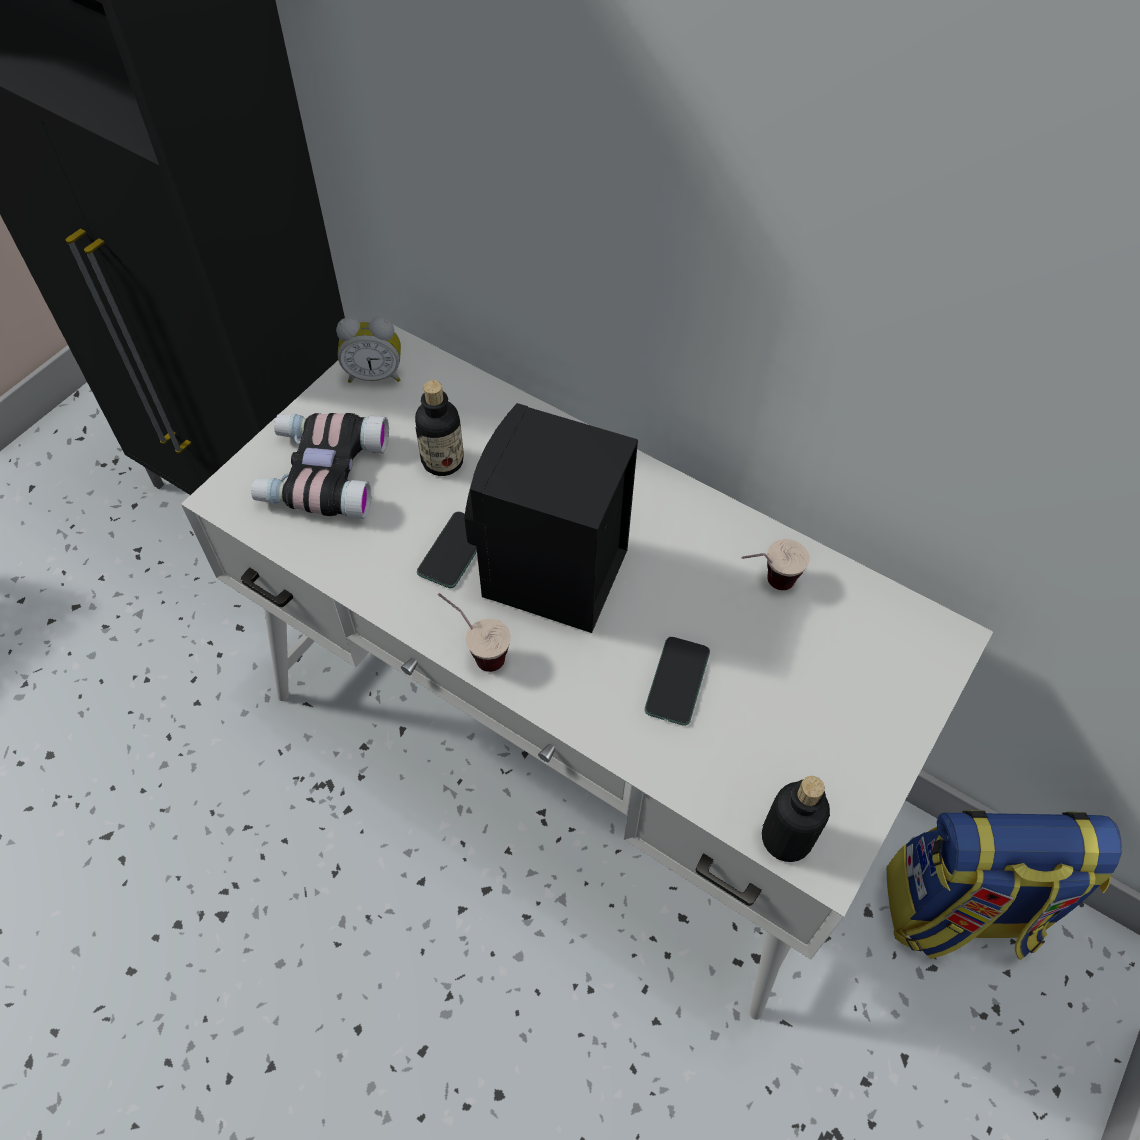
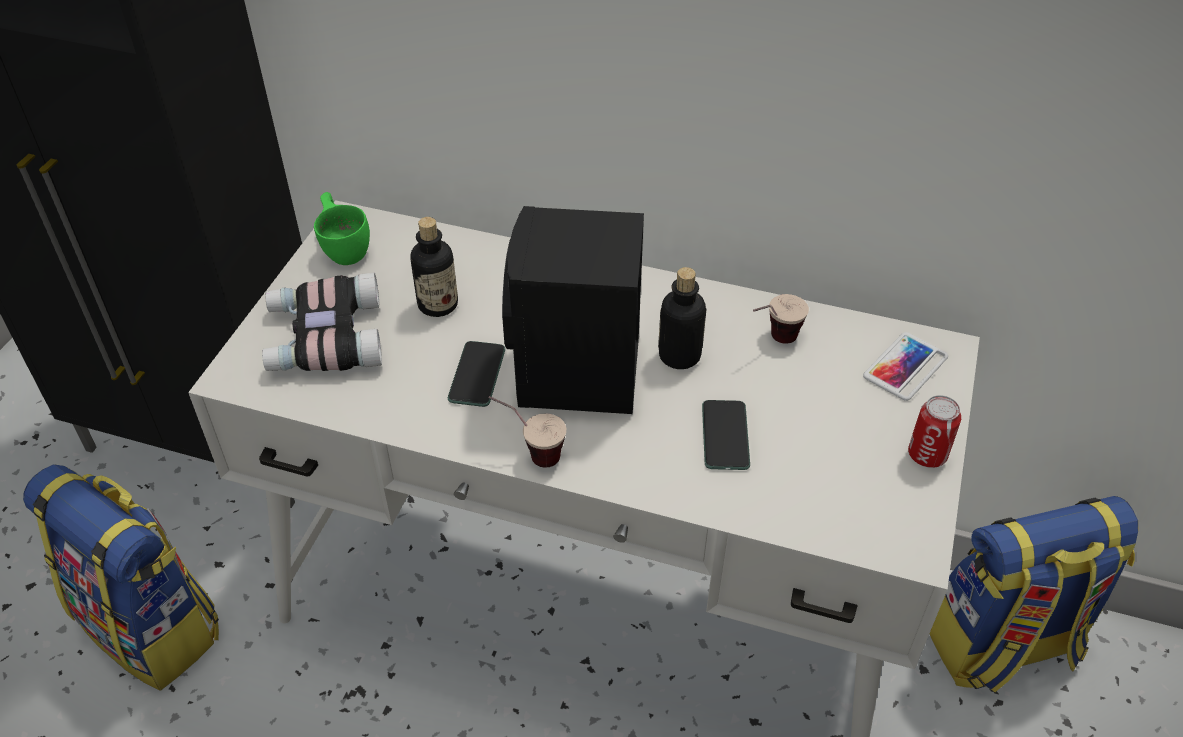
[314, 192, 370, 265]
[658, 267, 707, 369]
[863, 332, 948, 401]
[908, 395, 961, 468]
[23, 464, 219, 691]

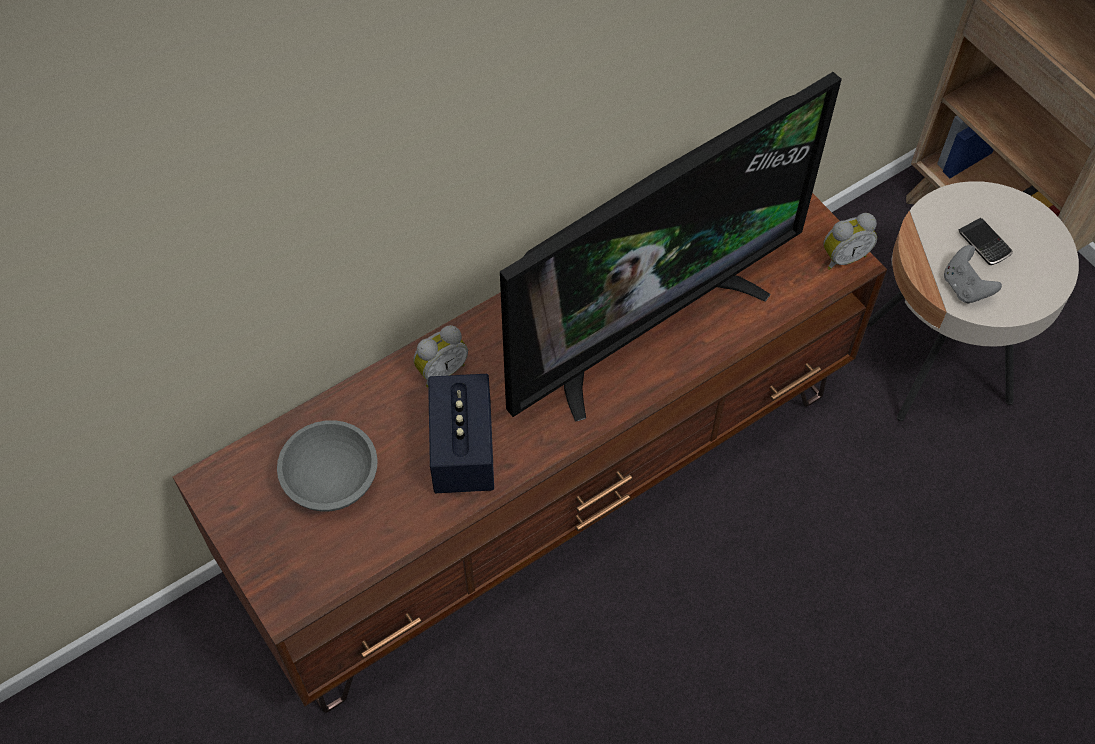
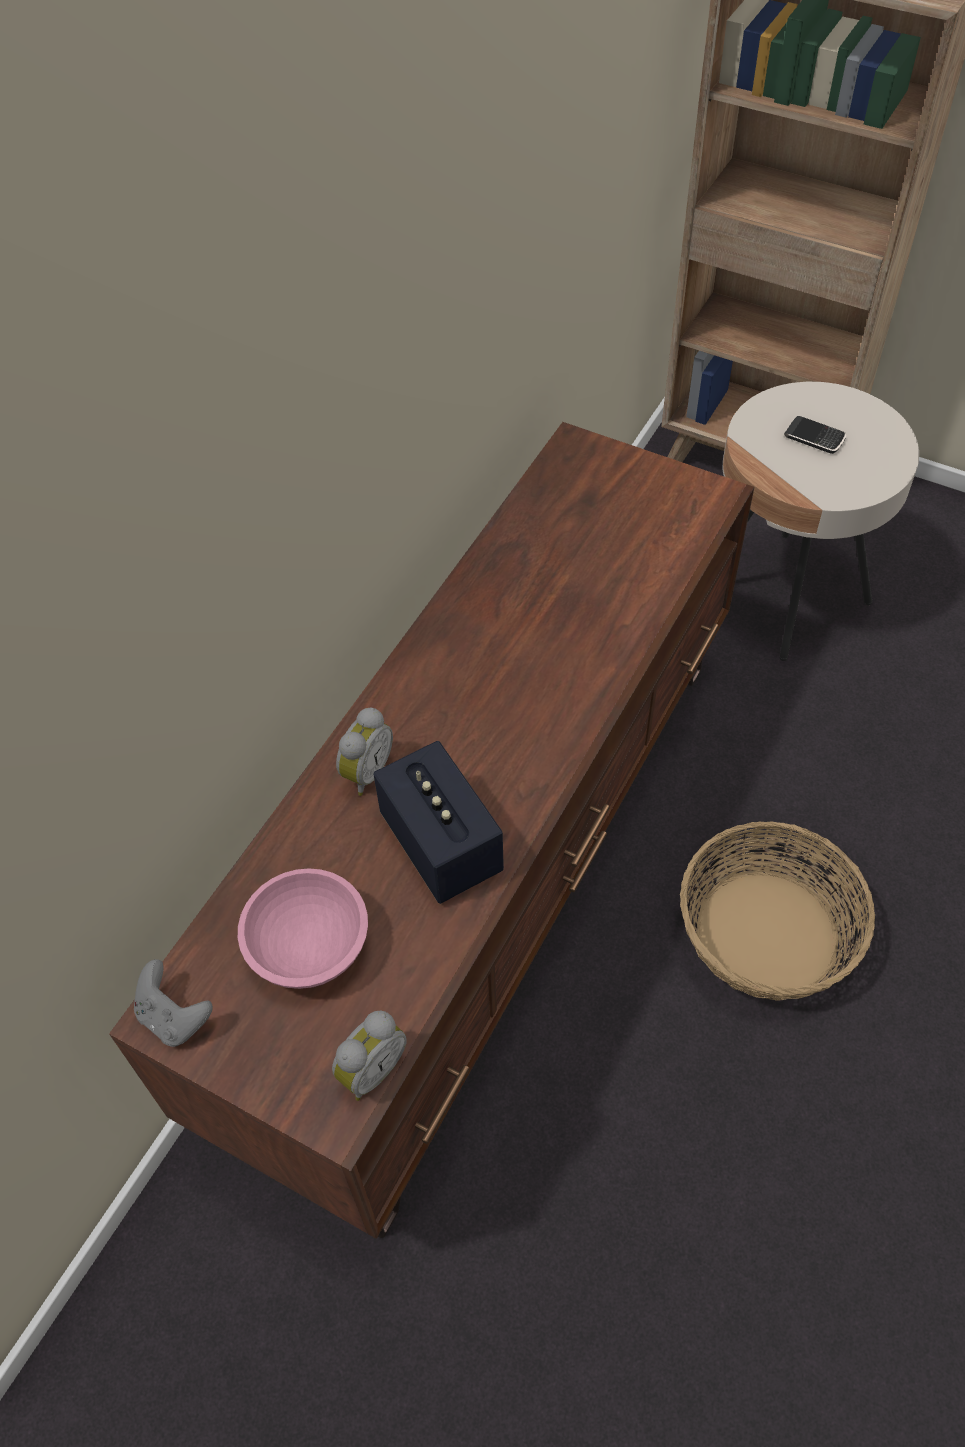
[500, 72, 842, 422] (first image)
[332, 1010, 406, 1101]
[134, 959, 213, 1047]
[238, 868, 368, 989]
[680, 821, 875, 1001]

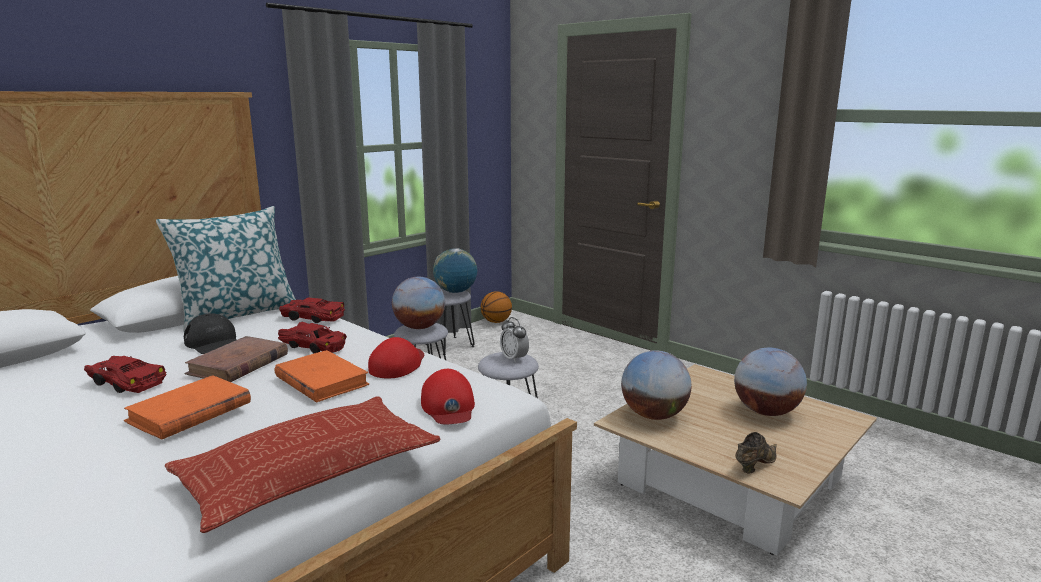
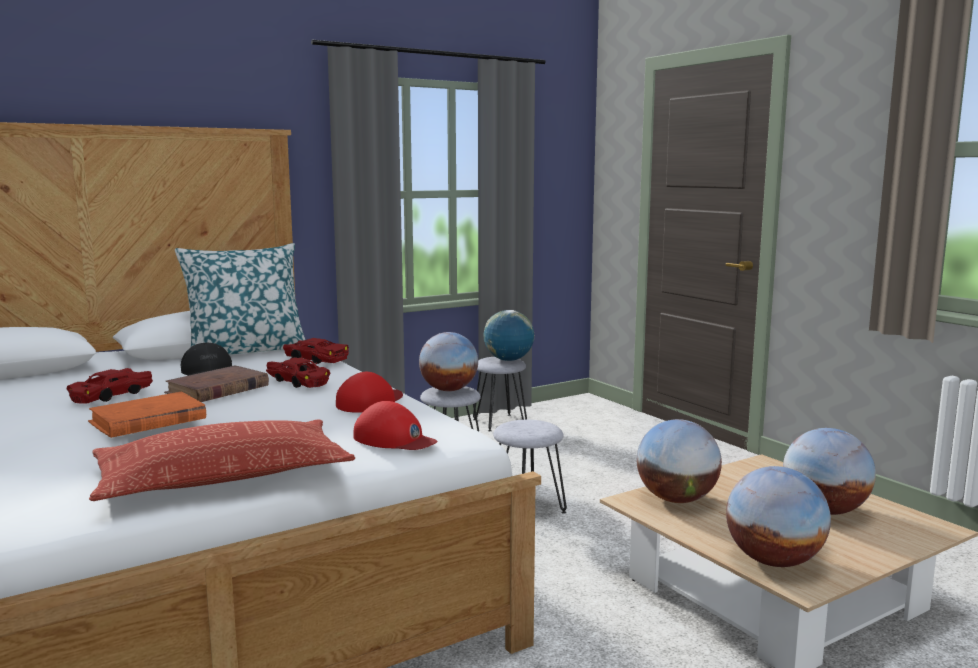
[481, 291, 512, 323] (first image)
[500, 317, 529, 363] (first image)
[275, 350, 369, 403] (first image)
[67, 368, 153, 403]
[353, 401, 438, 450]
[726, 466, 831, 567]

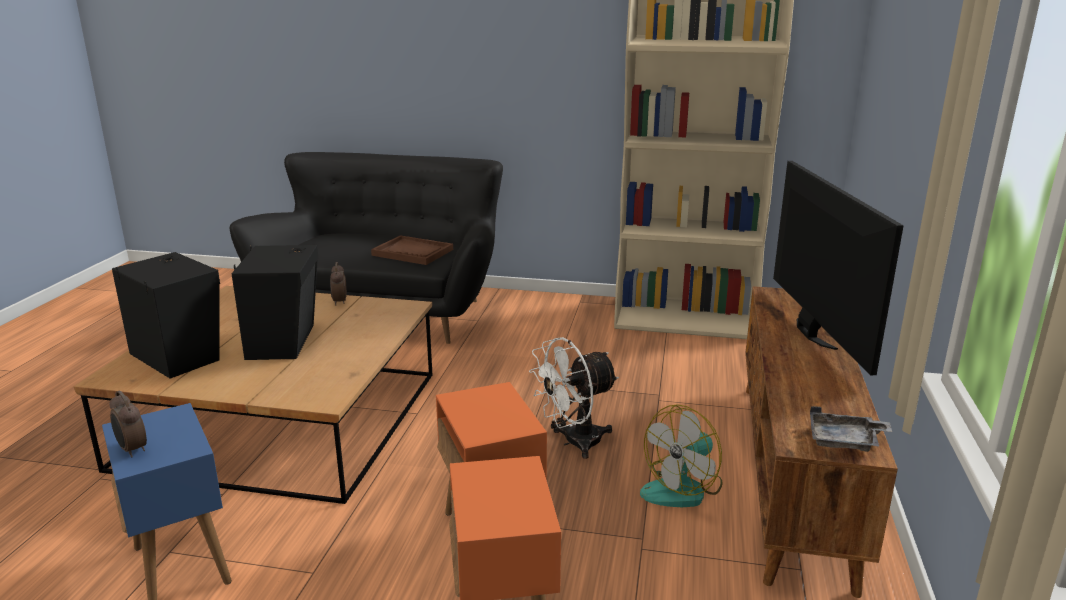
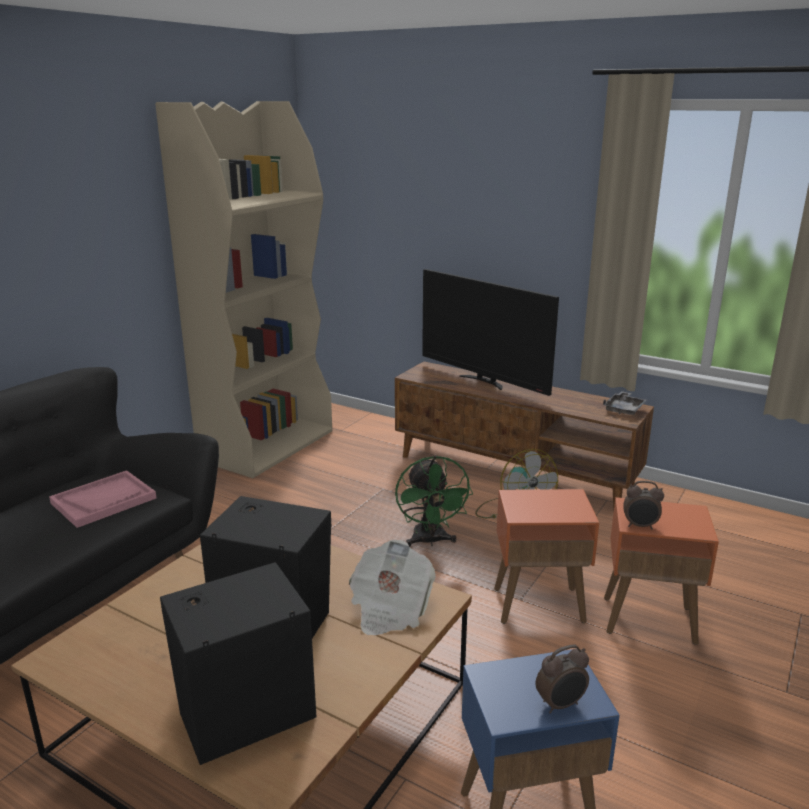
[422, 269, 559, 396]
[49, 470, 156, 528]
[624, 481, 664, 529]
[395, 456, 473, 547]
[349, 540, 436, 635]

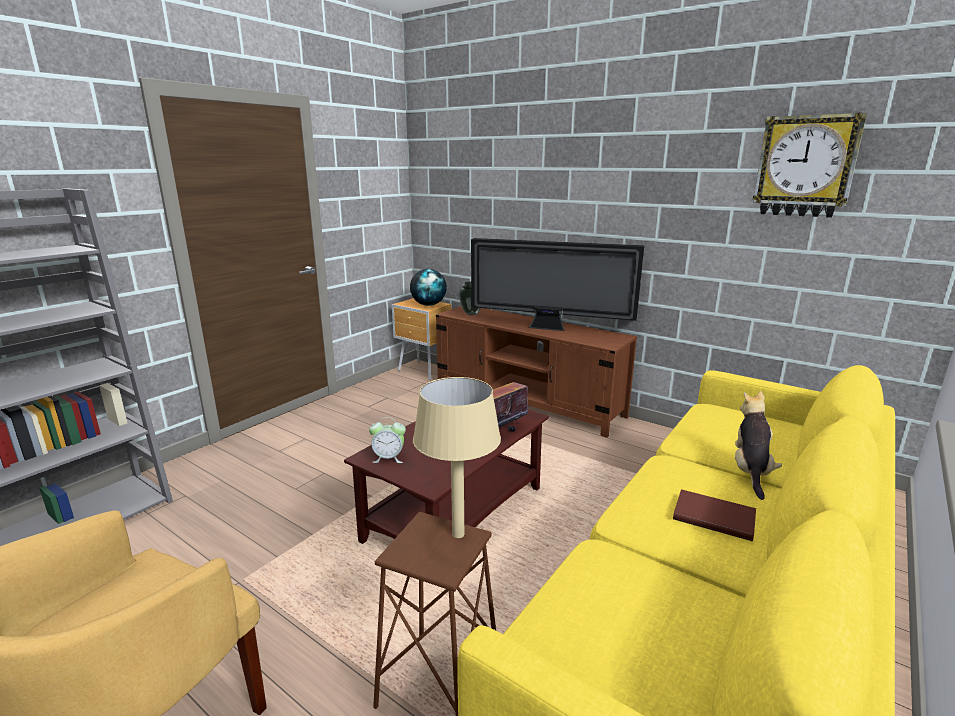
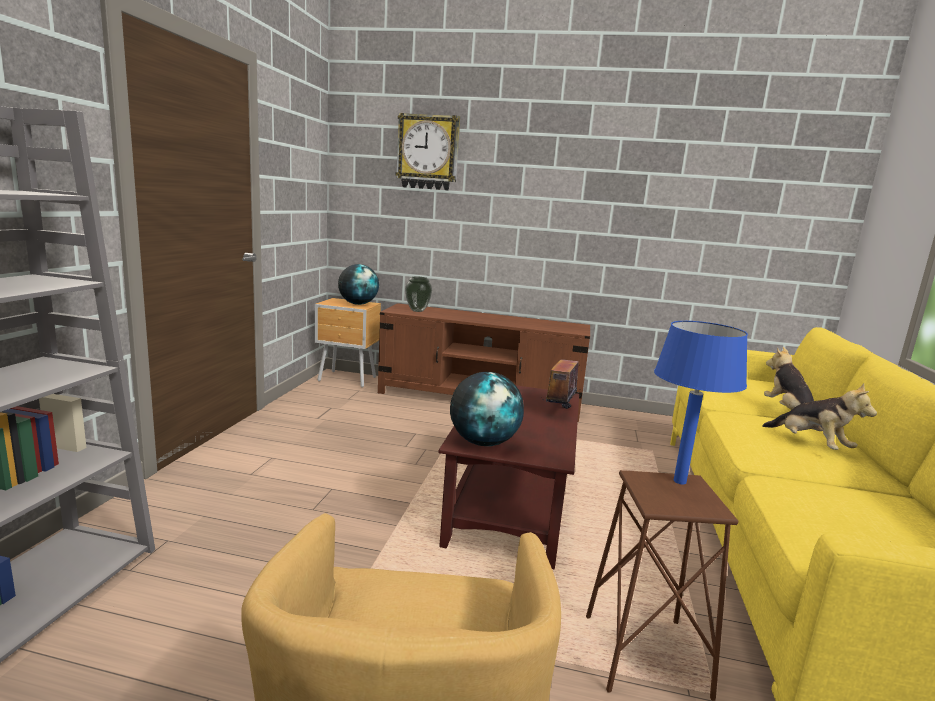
[396, 113, 460, 190]
[471, 238, 644, 331] (first image)
[654, 321, 748, 484]
[450, 372, 524, 446]
[762, 383, 877, 450]

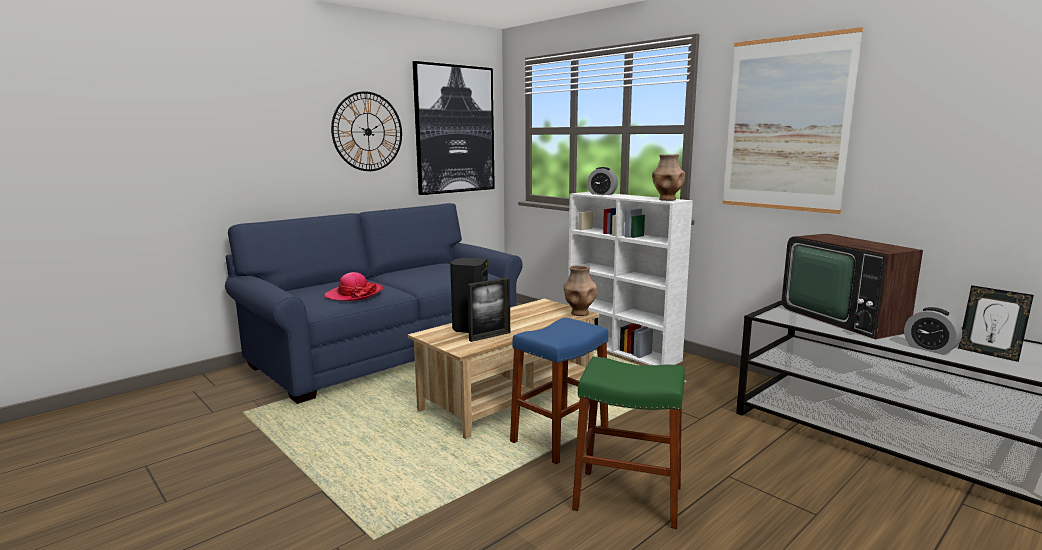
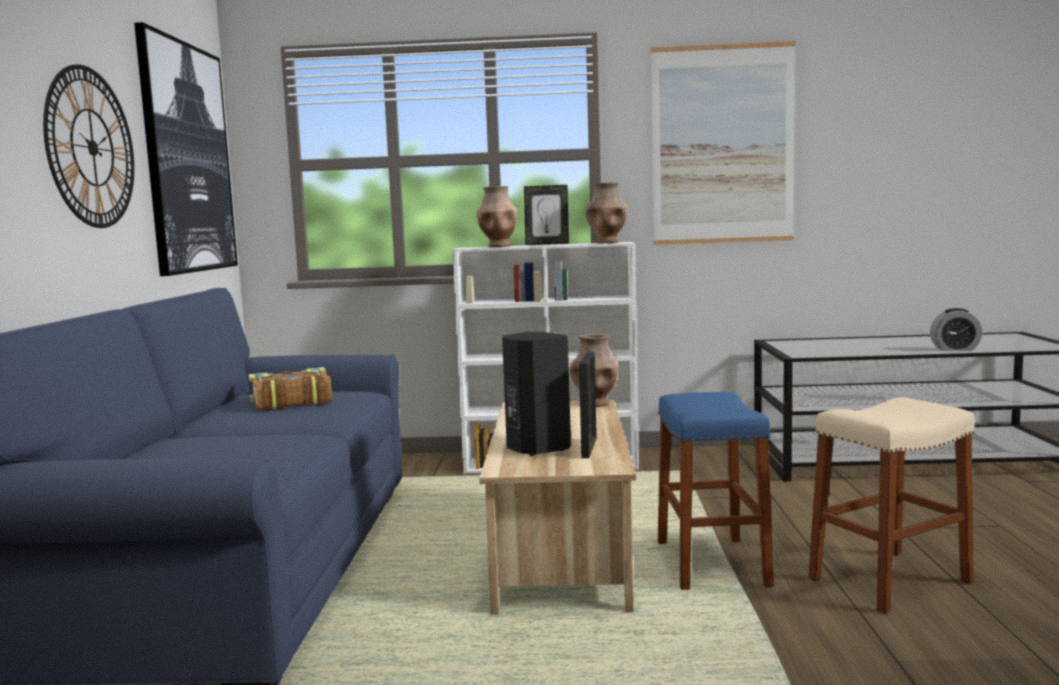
[477, 186, 518, 247]
[782, 234, 923, 339] (first image)
[324, 272, 384, 301] (first image)
[524, 185, 569, 245]
[808, 397, 975, 614]
[248, 367, 332, 411]

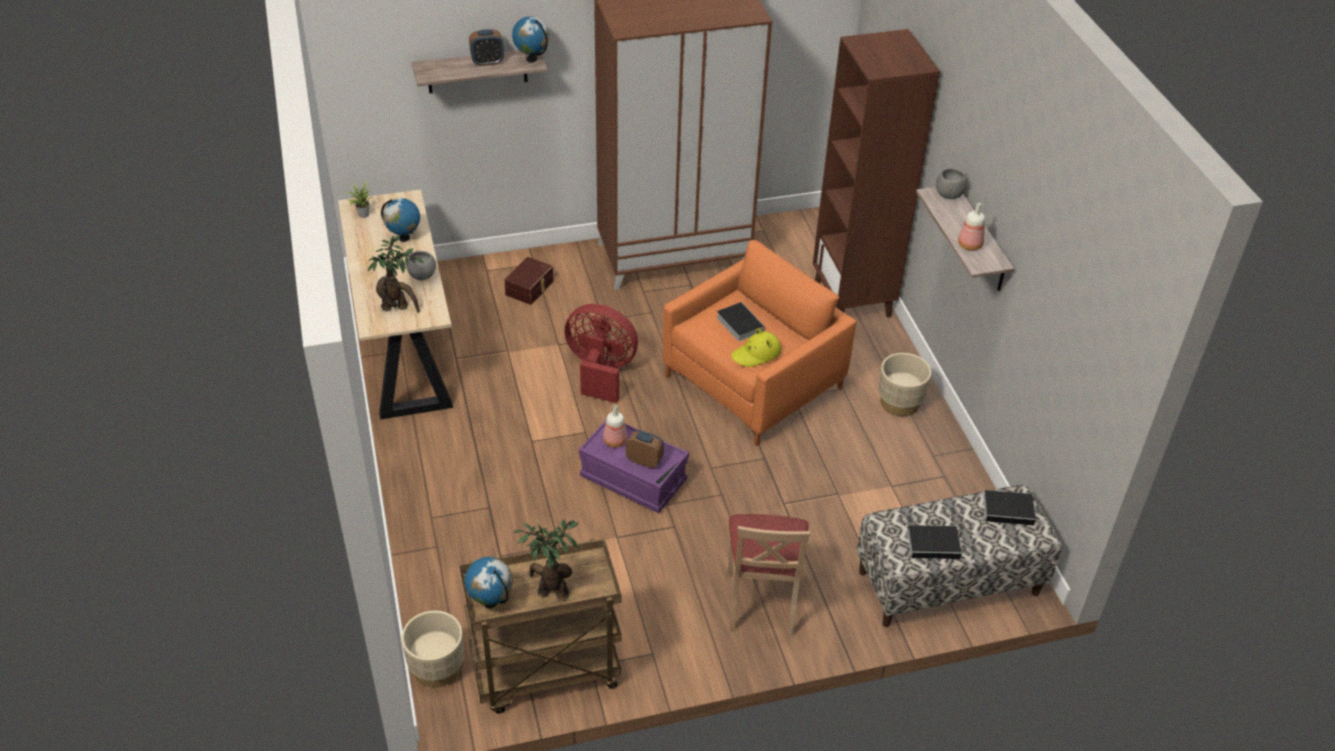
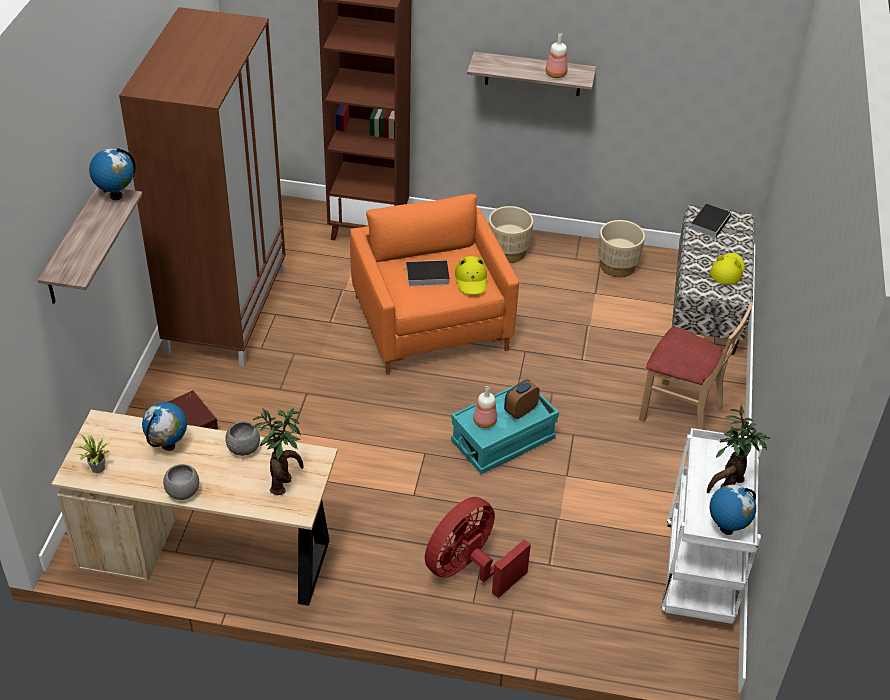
[469, 29, 504, 66] (first image)
[163, 464, 199, 500]
[425, 497, 531, 598]
[451, 379, 559, 474]
[710, 253, 745, 285]
[662, 428, 762, 624]
[598, 220, 645, 277]

